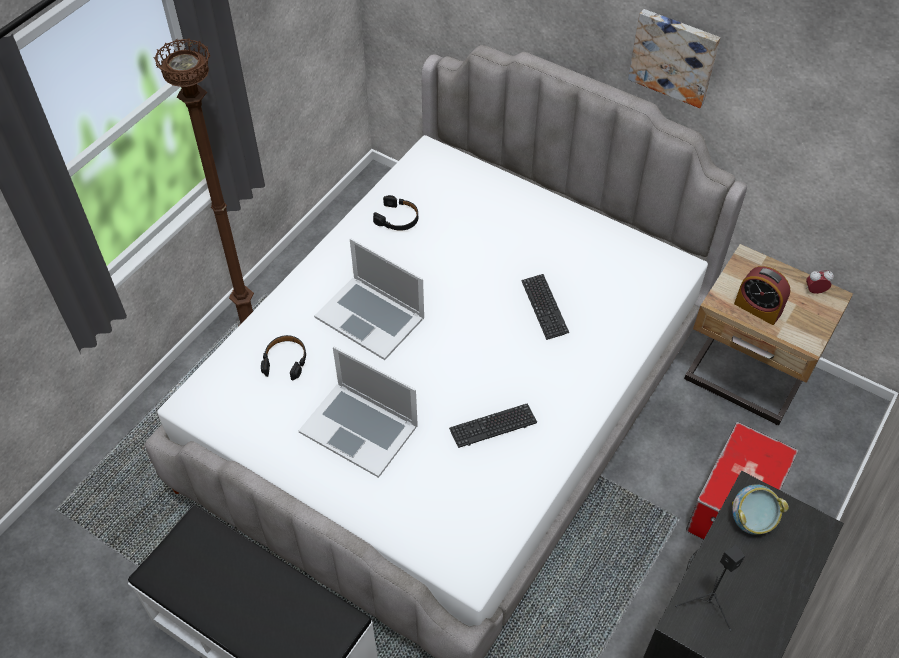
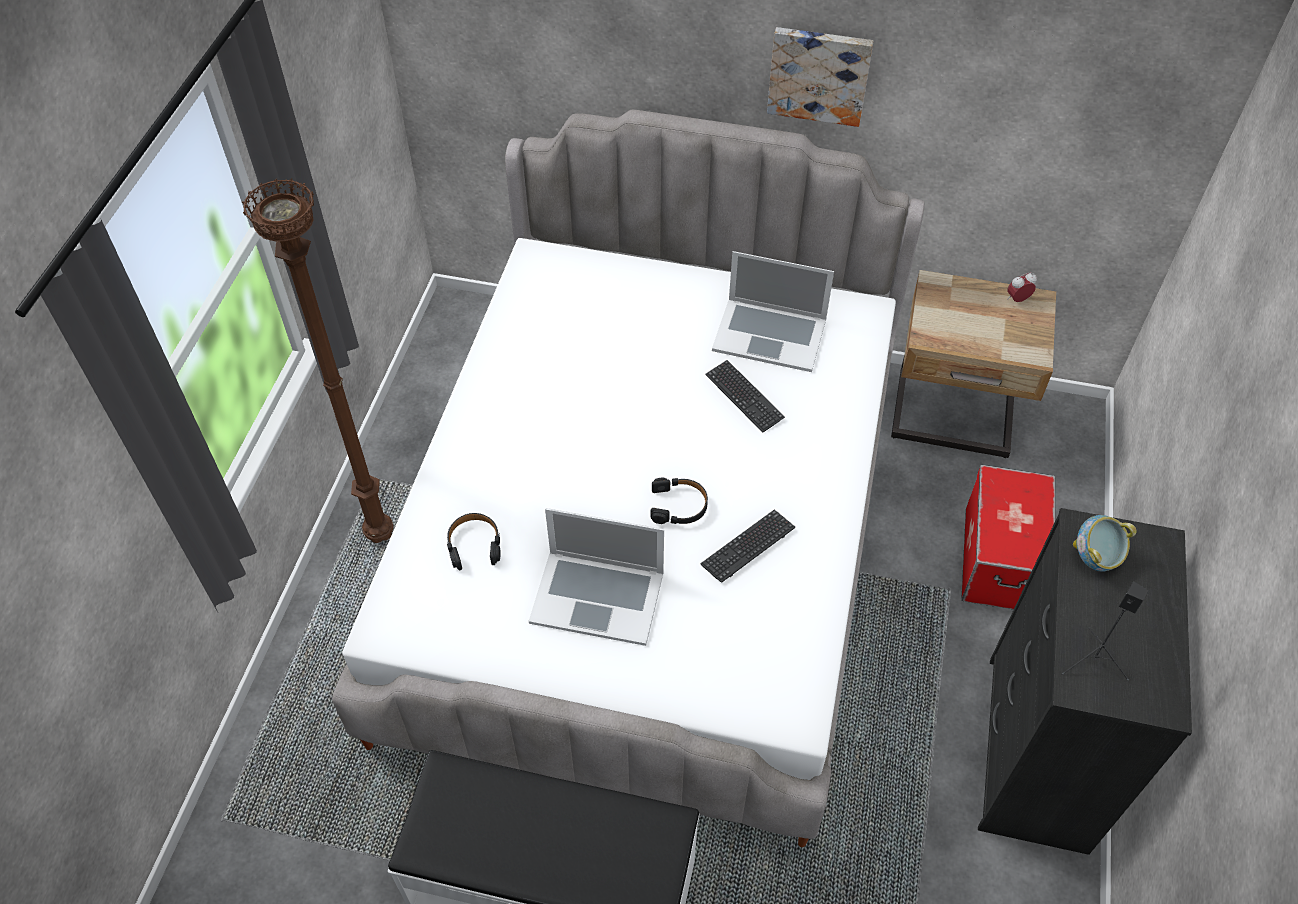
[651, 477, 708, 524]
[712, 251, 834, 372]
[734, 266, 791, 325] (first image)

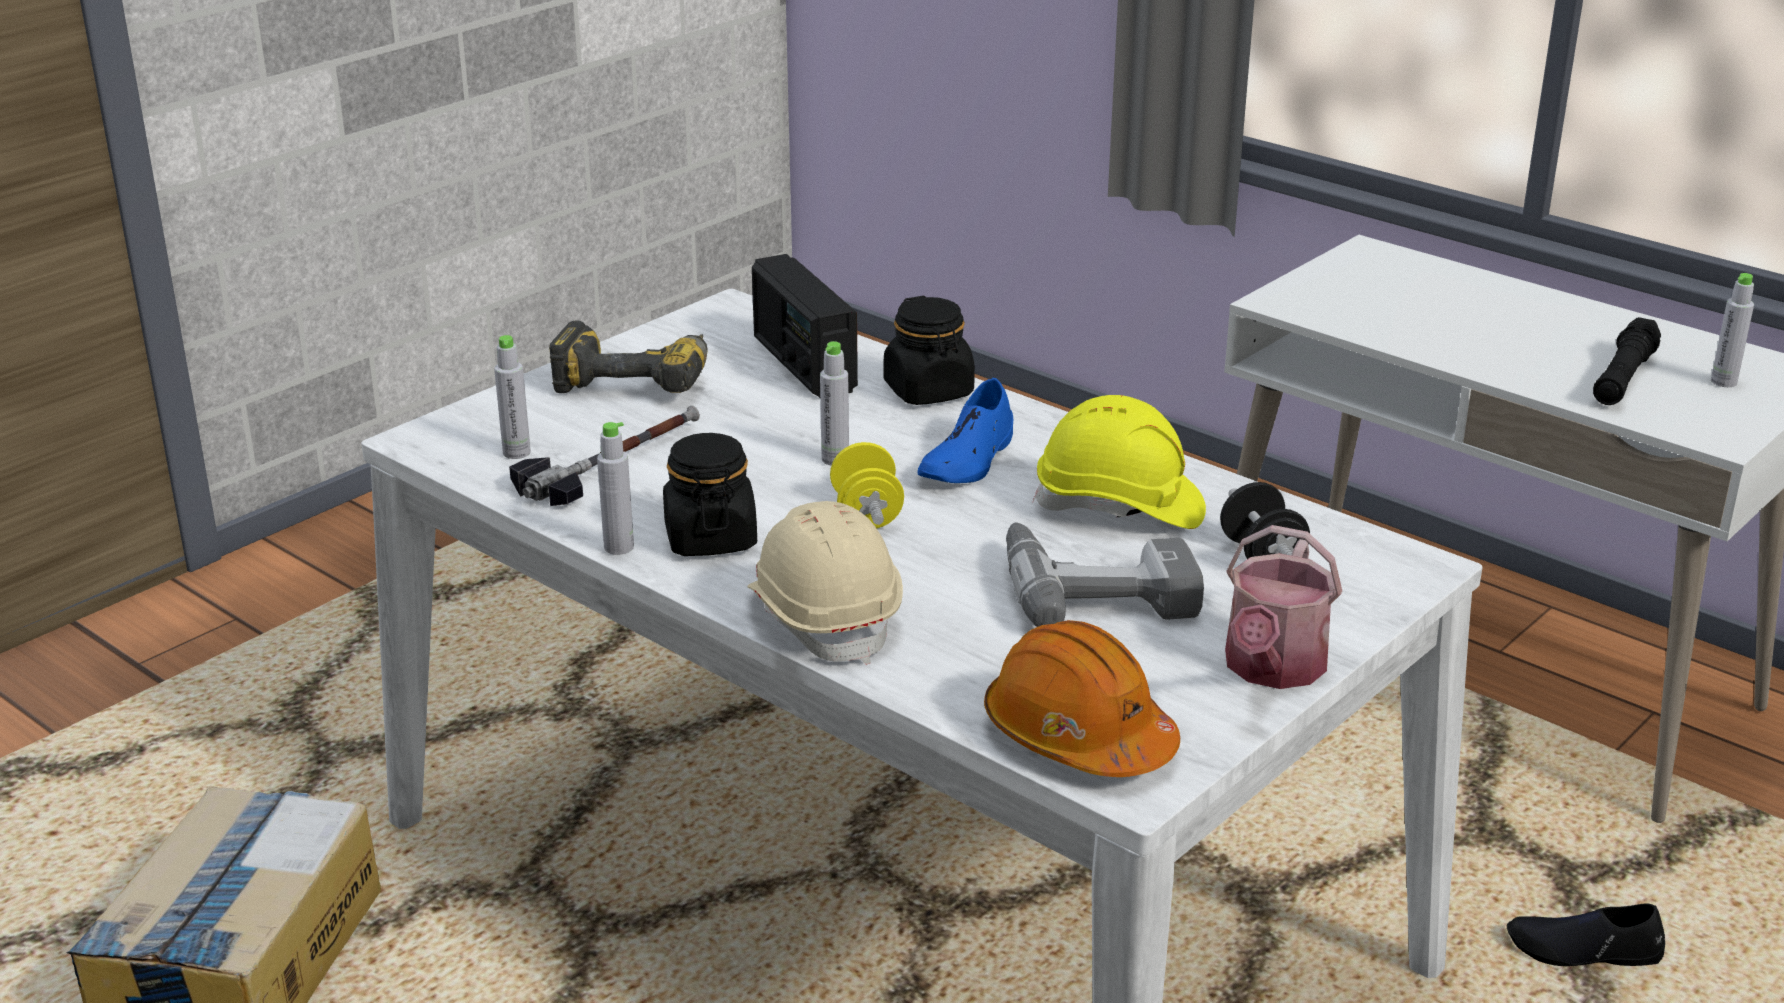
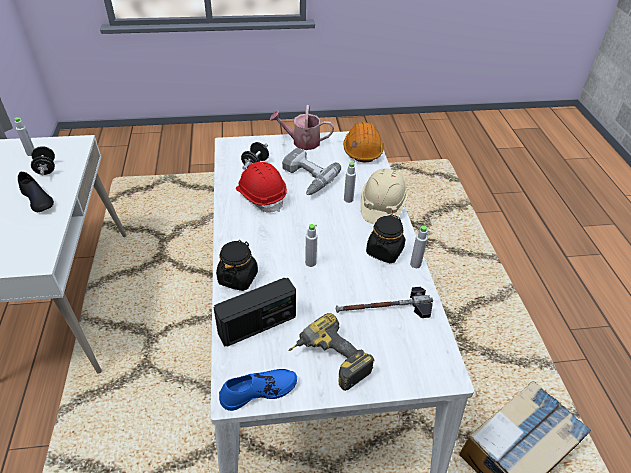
[213, 278, 296, 346]
[31, 146, 55, 175]
[344, 161, 356, 203]
[219, 369, 297, 411]
[236, 162, 287, 213]
[830, 442, 904, 528] (first image)
[269, 105, 334, 150]
[18, 171, 54, 212]

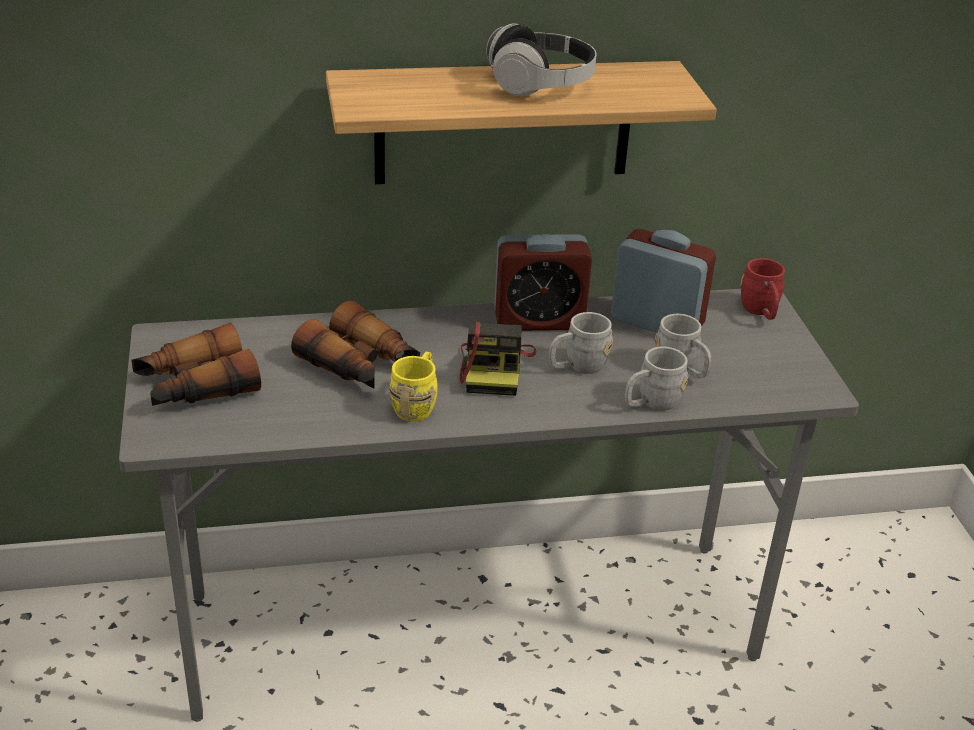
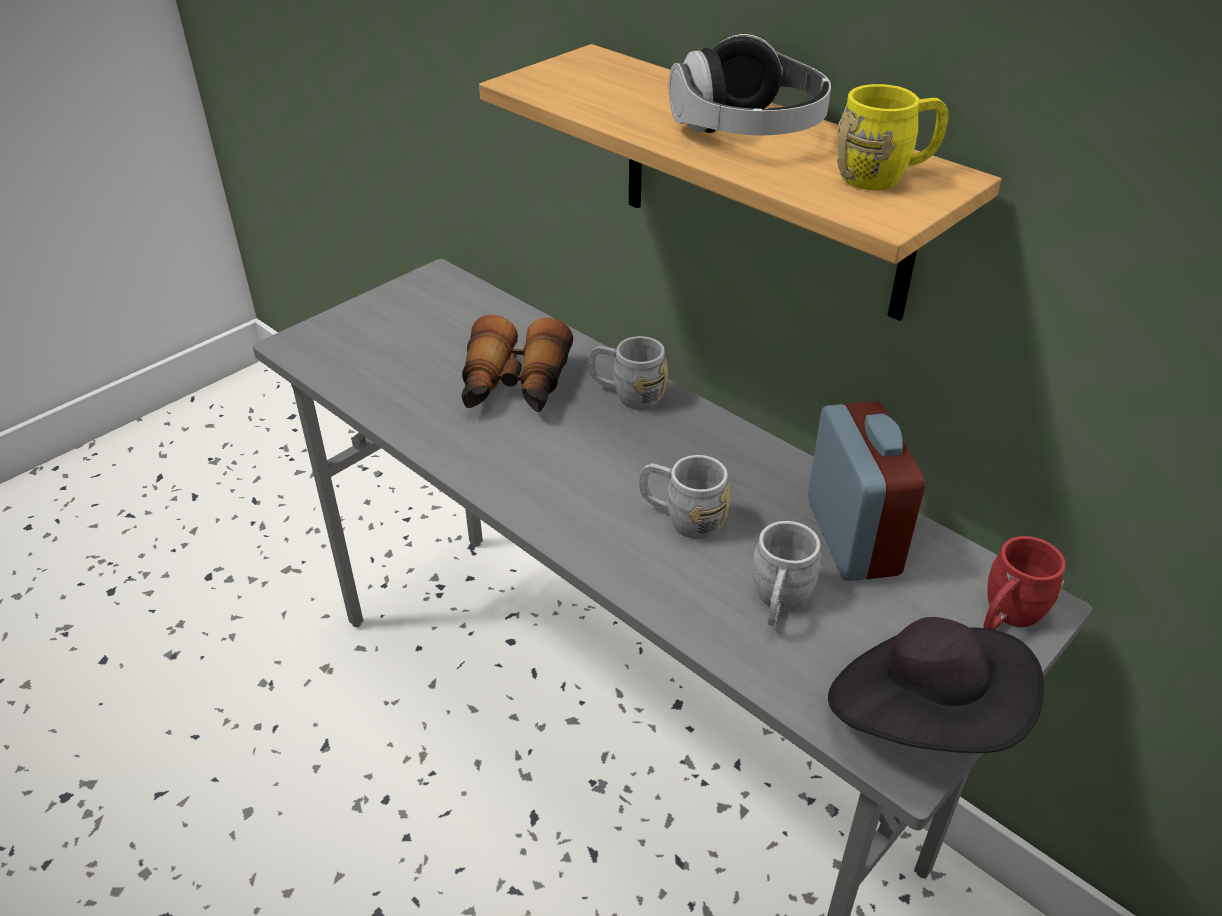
[494, 234, 592, 331] (first image)
[459, 322, 537, 396] (first image)
[131, 323, 261, 406] (first image)
[588, 336, 668, 409]
[837, 84, 948, 190]
[828, 617, 1044, 753]

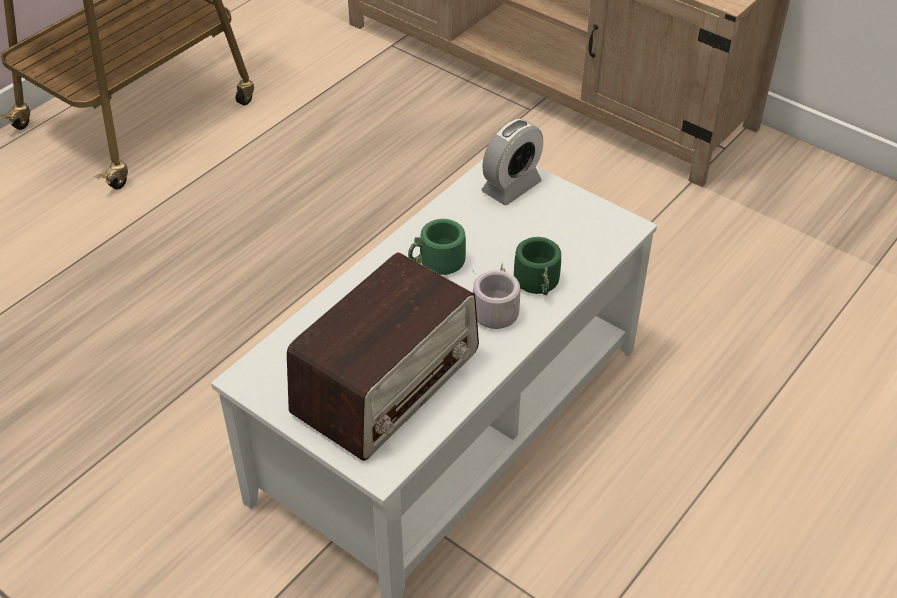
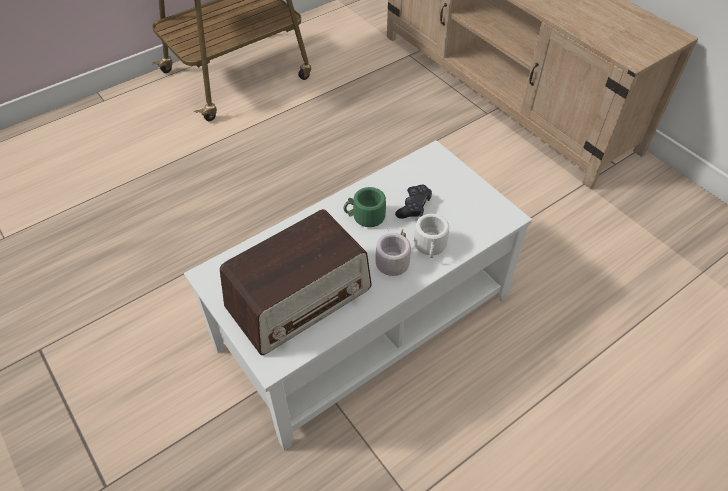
[481, 119, 543, 205] (first image)
[414, 214, 451, 258]
[395, 185, 432, 219]

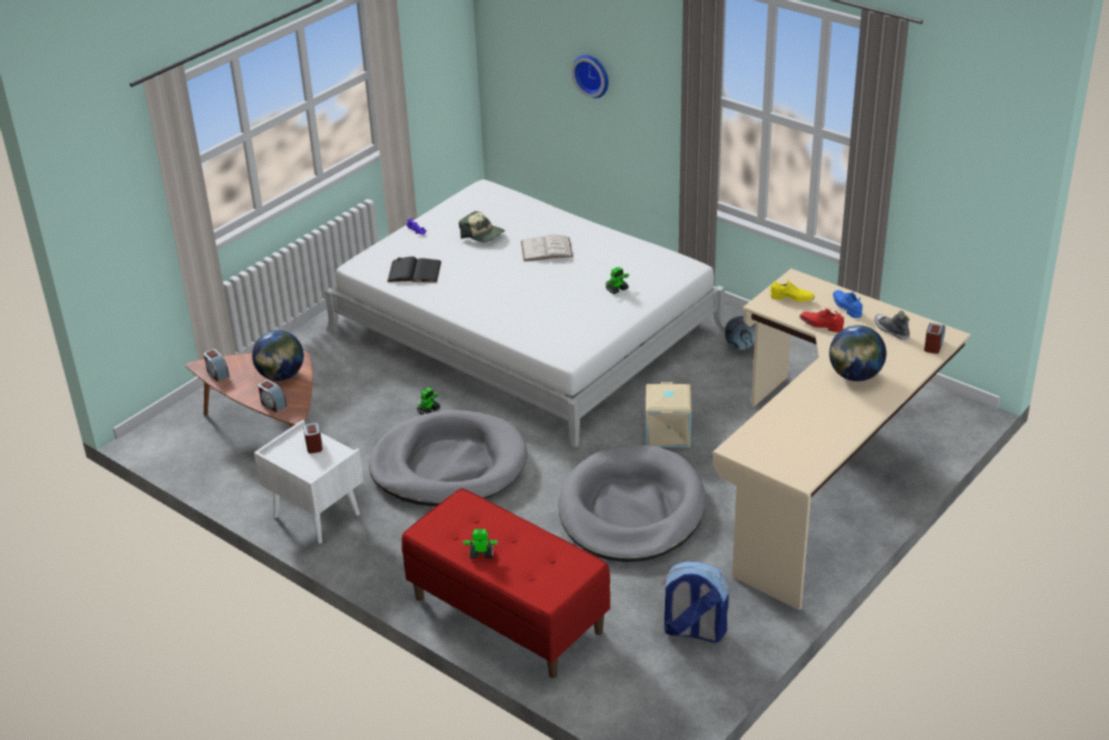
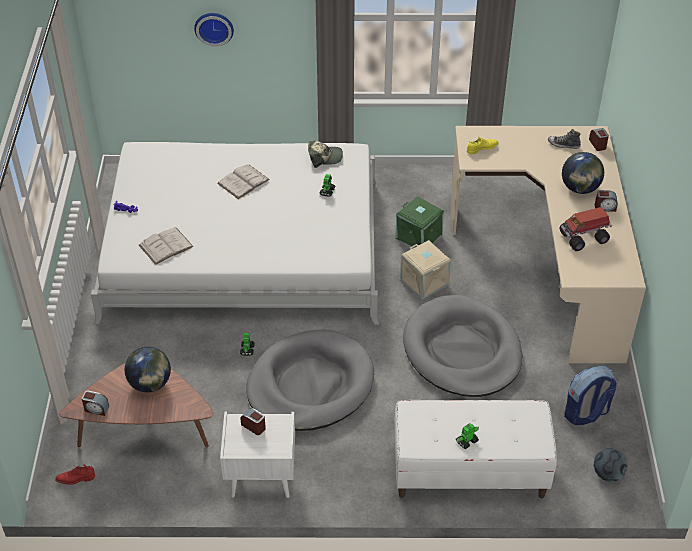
[308, 141, 343, 168]
[139, 227, 194, 265]
[833, 290, 862, 318] (first image)
[55, 464, 95, 485]
[594, 448, 628, 482]
[595, 190, 618, 212]
[395, 400, 557, 498]
[395, 196, 444, 248]
[559, 207, 612, 251]

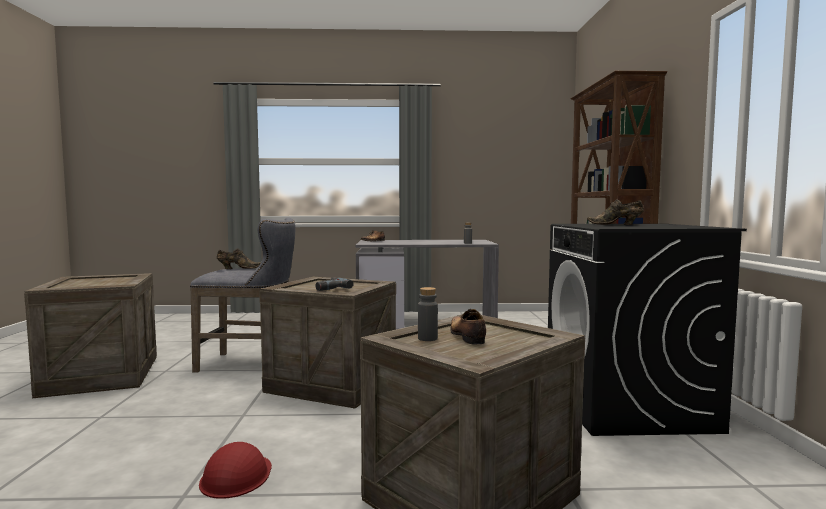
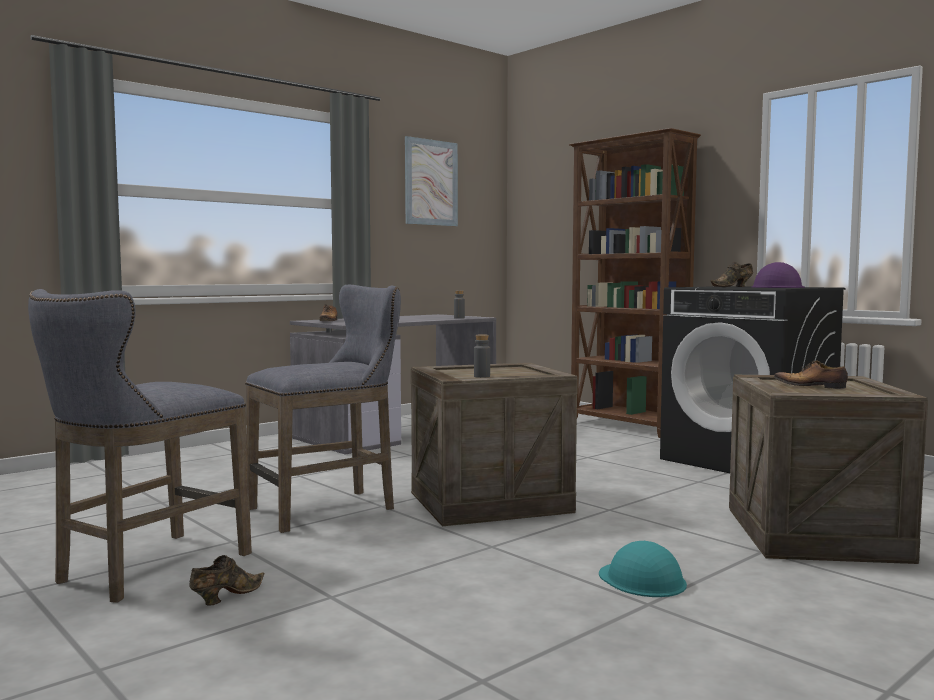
[189, 555, 265, 606]
[28, 289, 252, 603]
[315, 277, 354, 291] (first image)
[474, 334, 490, 378]
[599, 541, 687, 597]
[405, 136, 458, 226]
[751, 262, 805, 288]

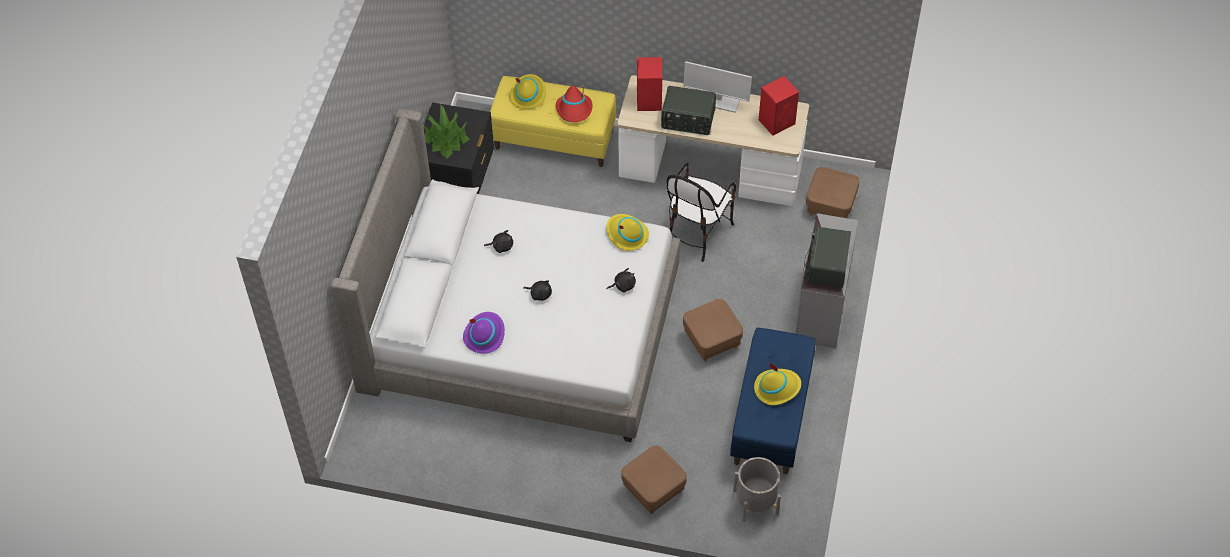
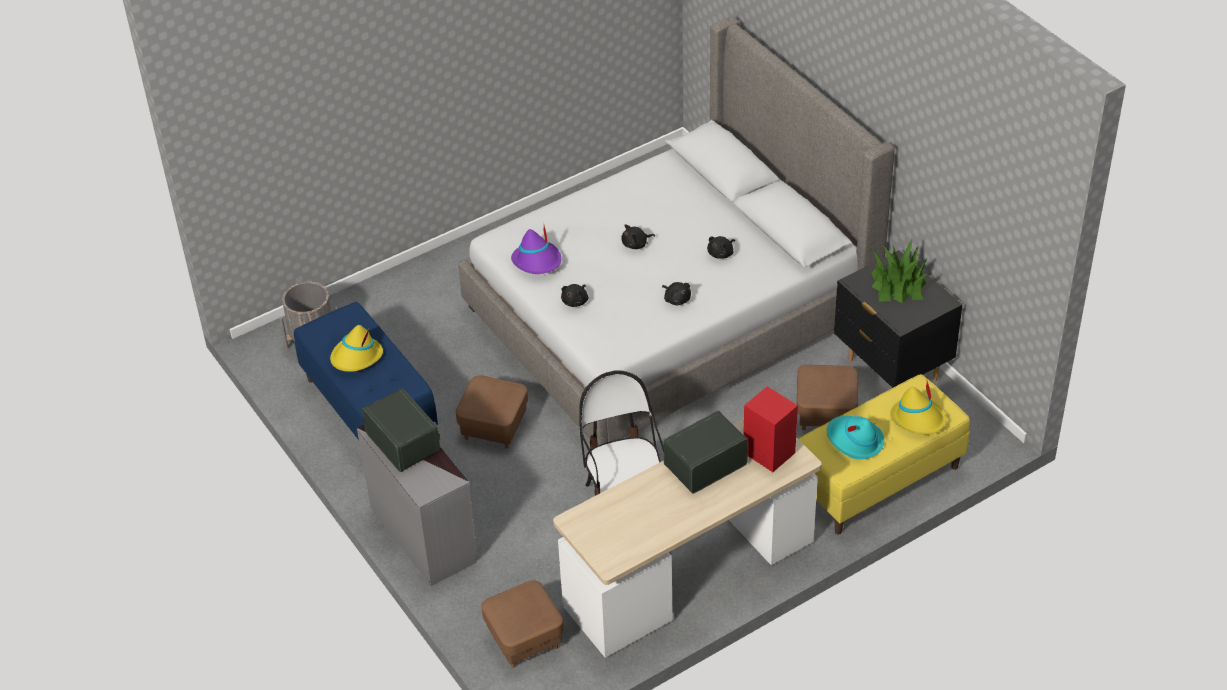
[683, 61, 752, 113] (first image)
[759, 76, 799, 136] (first image)
[827, 416, 884, 460]
[606, 214, 649, 251] (first image)
[511, 226, 561, 274]
[797, 364, 858, 430]
[662, 282, 691, 306]

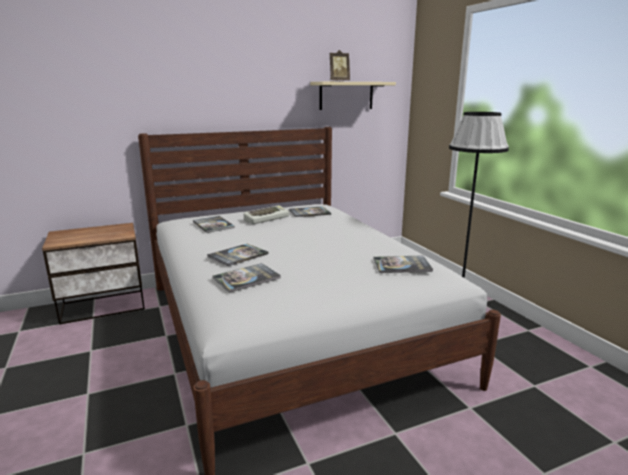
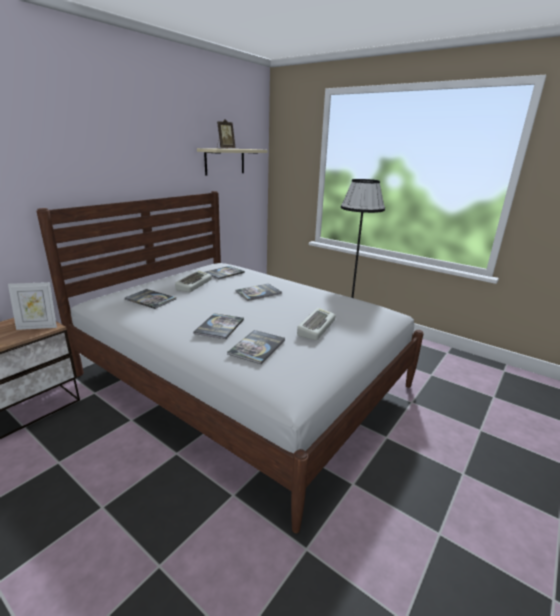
[235, 284, 282, 301]
[8, 282, 57, 330]
[297, 308, 336, 340]

